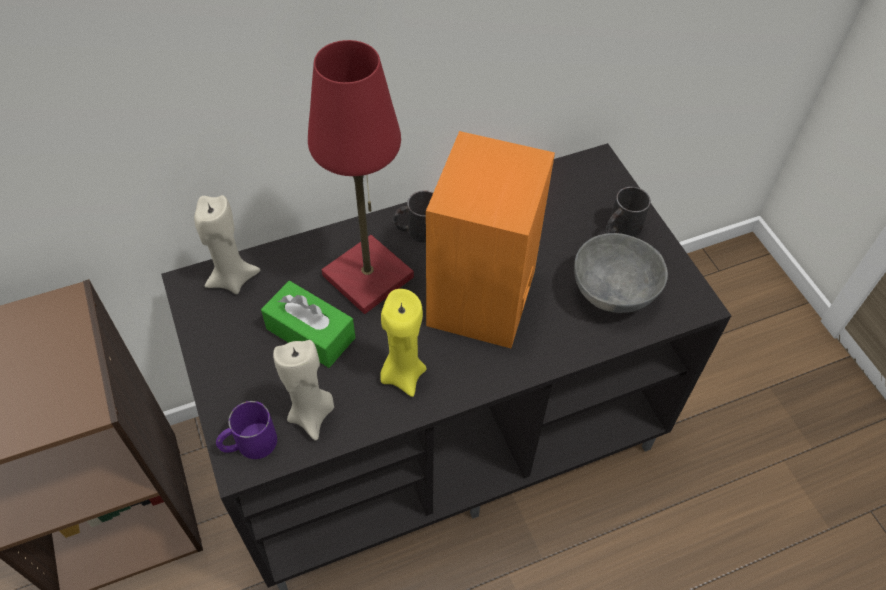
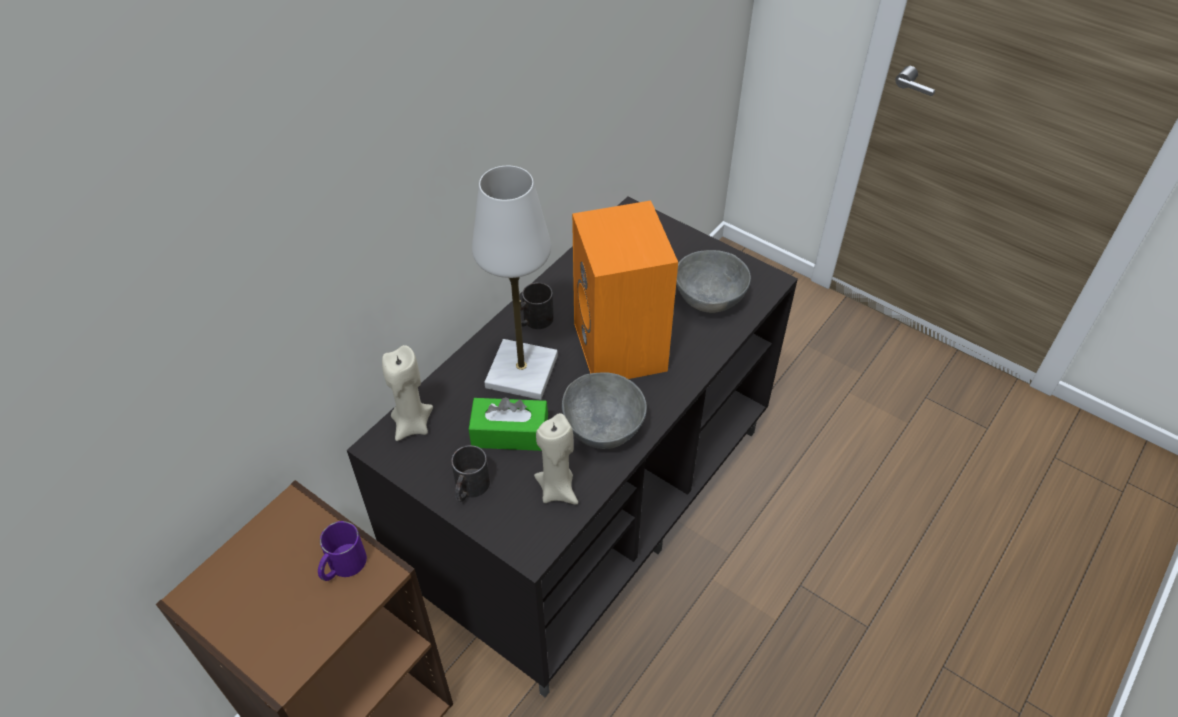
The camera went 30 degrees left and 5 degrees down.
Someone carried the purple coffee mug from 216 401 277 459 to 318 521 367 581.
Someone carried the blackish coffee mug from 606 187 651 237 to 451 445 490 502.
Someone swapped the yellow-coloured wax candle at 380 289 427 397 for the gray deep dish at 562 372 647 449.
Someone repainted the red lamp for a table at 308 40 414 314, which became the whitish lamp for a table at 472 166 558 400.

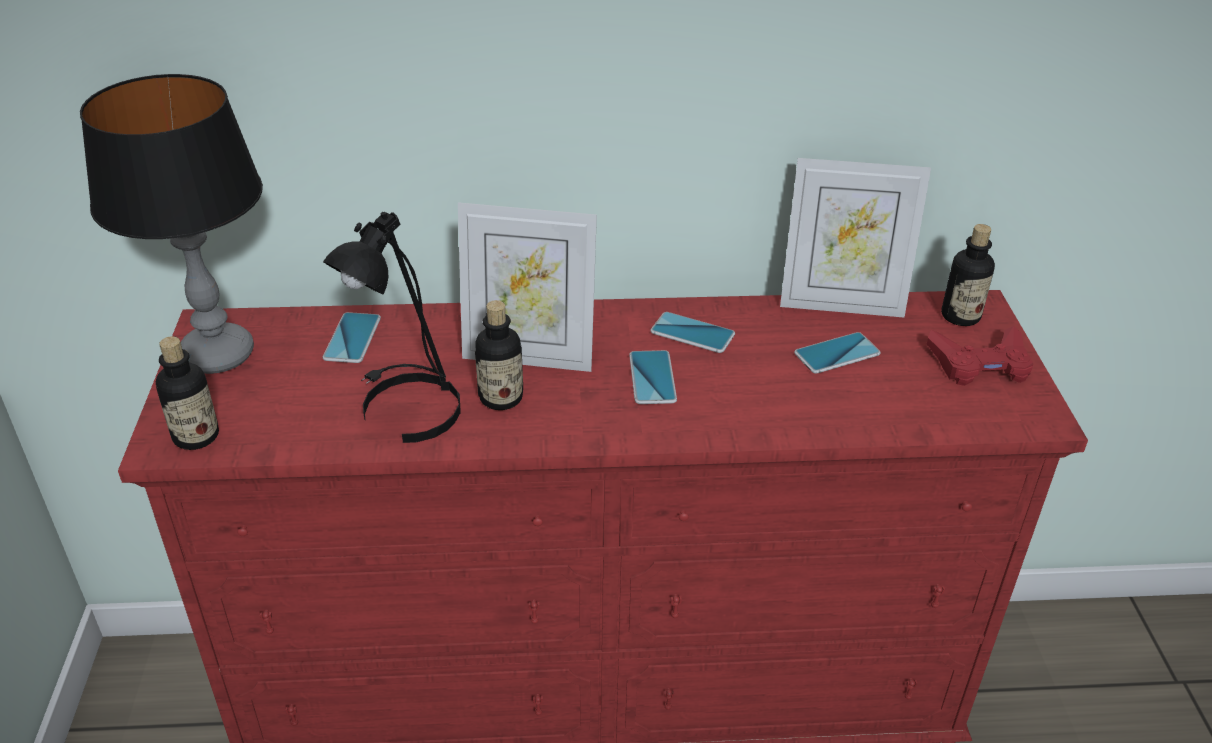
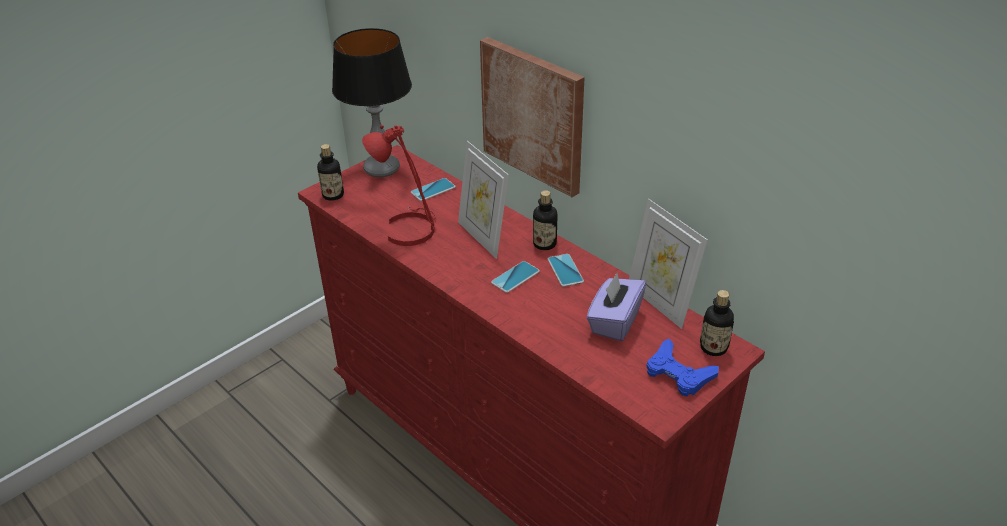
The camera went 50 degrees right and 0 degrees up.
Someone put up the wall picture at 480 37 585 197.
Someone carried the drink bottle from 475 300 523 410 to 533 190 557 250.
Someone swapped the telephone at 794 332 881 374 for the purple tissue holder at 587 273 646 341.
Someone repainted the blackish lamp for a table at 323 212 461 443, which became the red lamp for a table at 362 125 436 246.
Someone repainted the red game controller at 927 326 1033 386, which became the blue game controller at 647 339 719 396.

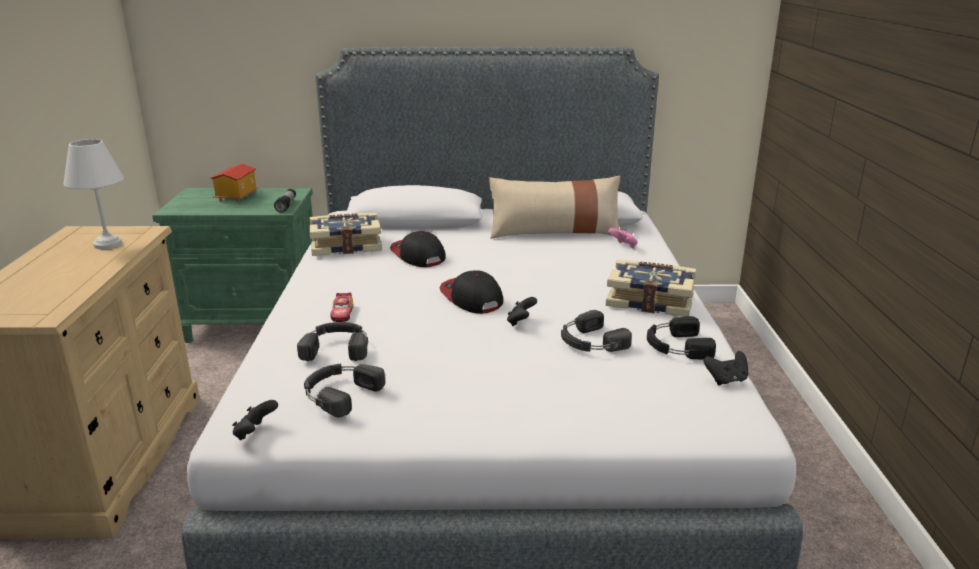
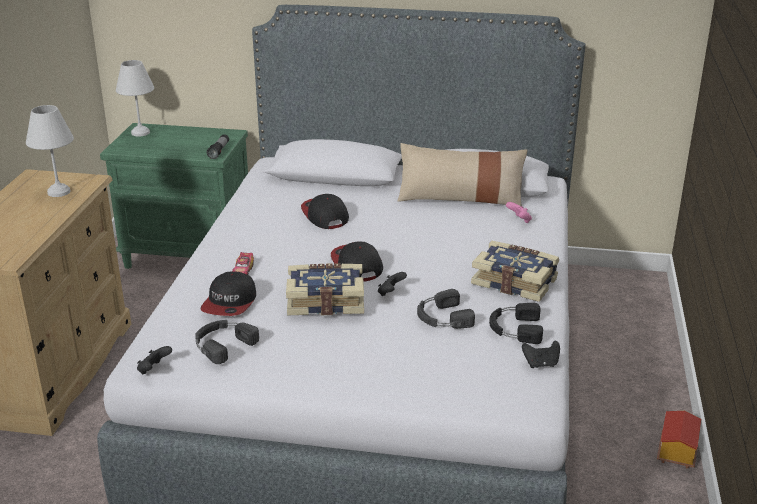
The camera went 10 degrees right and 5 degrees up.
Someone put down the whitish lamp for a table at 116 60 154 137.
Someone carried the model house from 211 163 259 203 to 657 411 701 469.
Someone carried the volume from 310 213 382 256 to 286 264 364 315.
Someone swapped the blackish headset at 297 322 368 361 for the cap at 200 272 256 316.

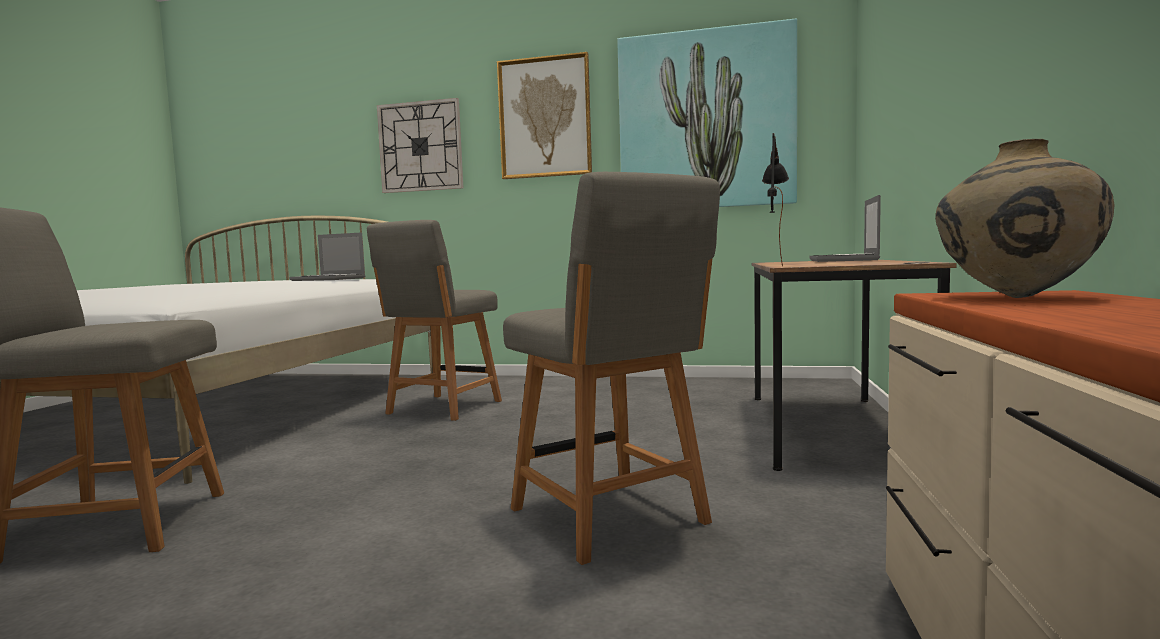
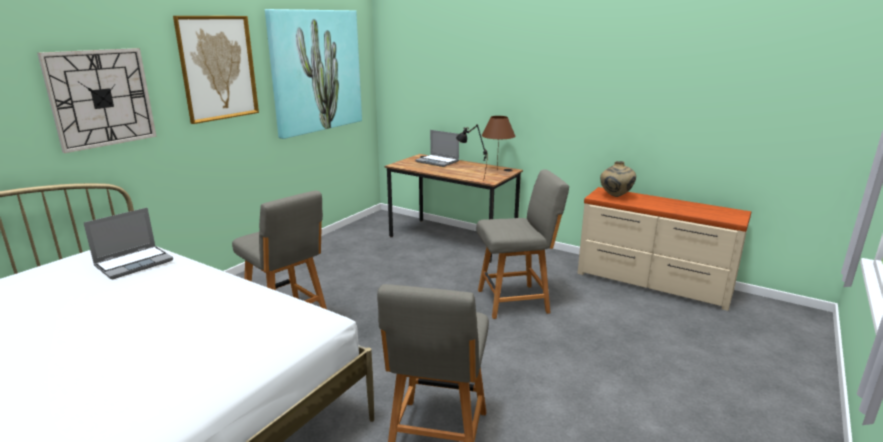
The camera went 70 degrees left and 15 degrees up.
Someone put down the brown lamp for a table at 482 116 516 170.

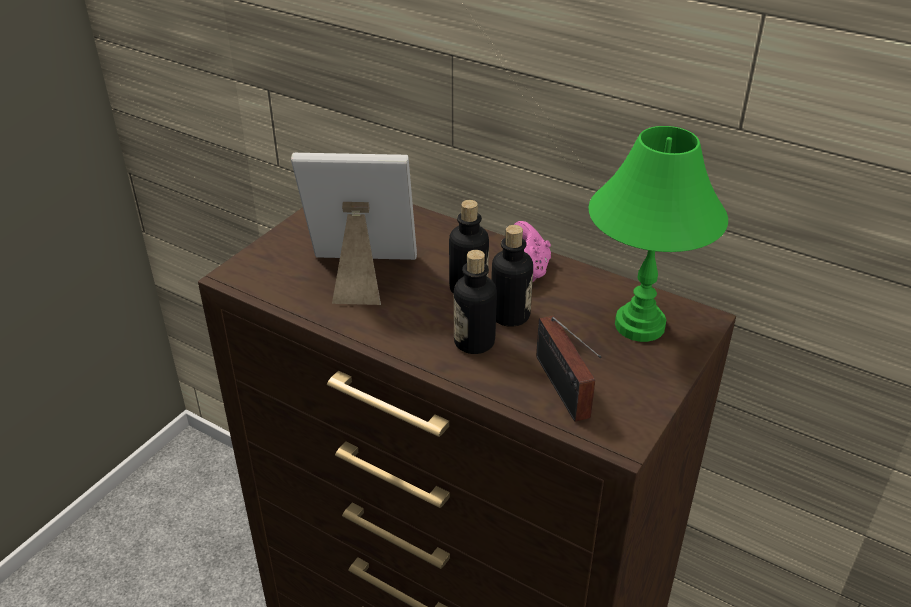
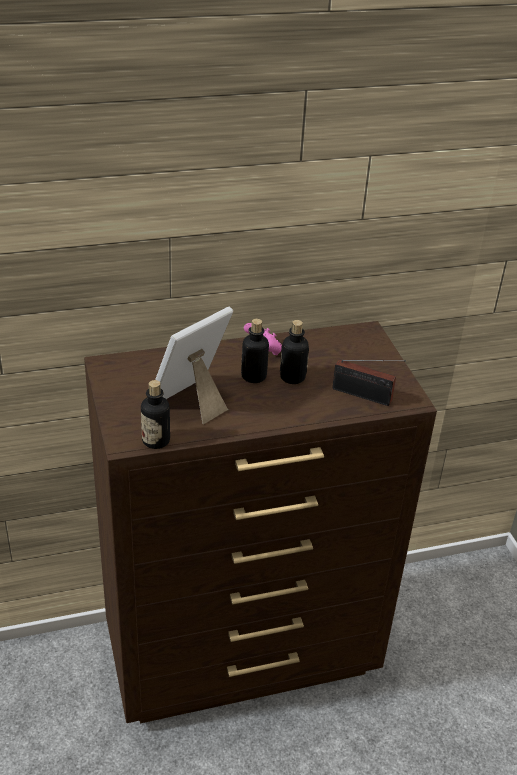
The camera went 50 degrees left and 0 degrees up.
Someone took away the greenish lamp for a table at 588 126 728 342.
Someone carried the drink bottle from 454 250 497 354 to 141 380 170 449.

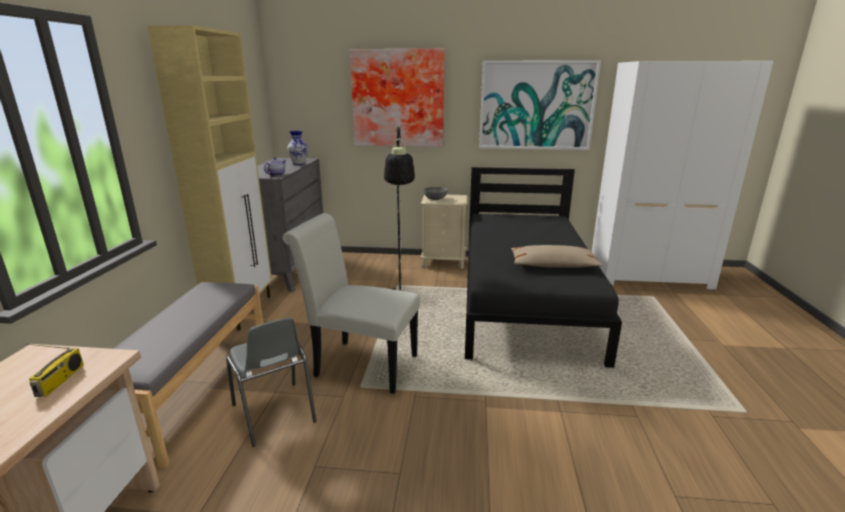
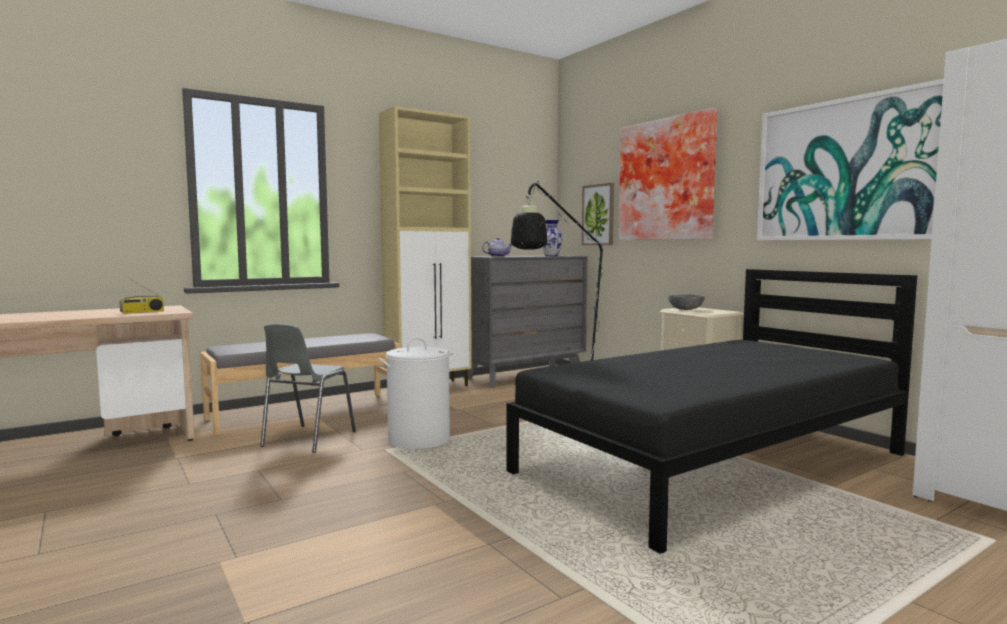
The camera went 50 degrees right and 15 degrees down.
Someone took away the beige throw pillow at 511 245 604 267.
Someone put up the wall picture at 582 183 614 245.
Someone swapped the whitish upright chair at 282 213 420 394 for the whitish laundry basket at 379 337 455 449.

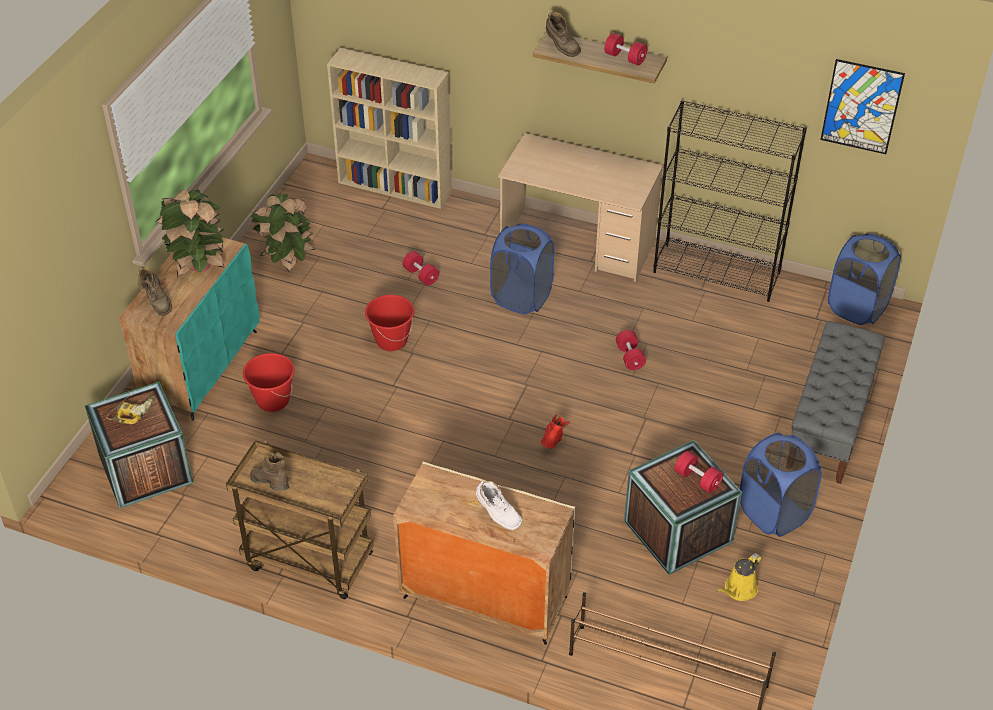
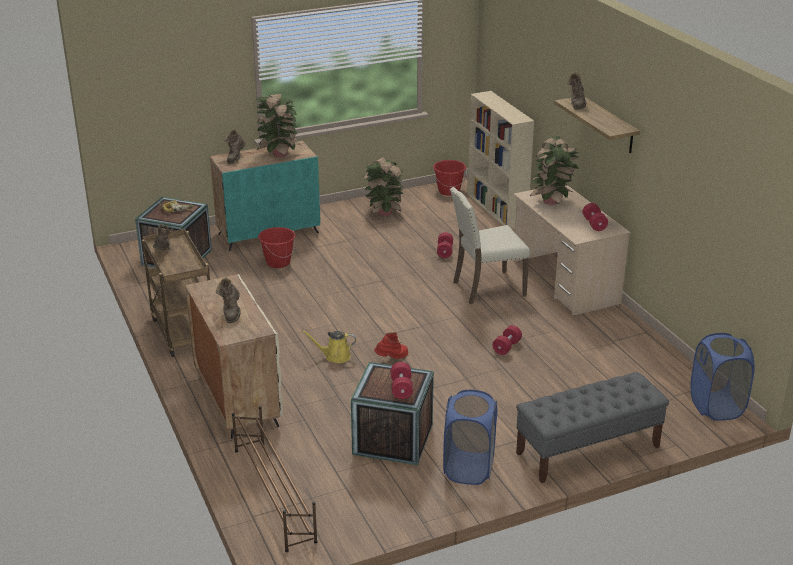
The camera went 45 degrees right and 15 degrees down.
Someone took away the blackish shelving unit at 653 100 807 302.
Someone took away the wall picture at 820 59 905 154.
Someone put down the potted plant at 530 136 579 205.
Someone carried the red bucket from 365 295 414 351 to 433 160 467 196.
Someone carried the red hand weight from 604 33 647 65 to 583 203 608 231.
Someone carried the yellow-coloured sprinkling can from 716 553 761 601 to 302 330 356 363.
Someone swapped the blue laundry basket at 490 224 554 314 for the beige upright chair at 450 187 530 304.
Someone repainted the whitish tall boot at 476 481 522 530, which became the brown tall boot at 216 277 241 323.

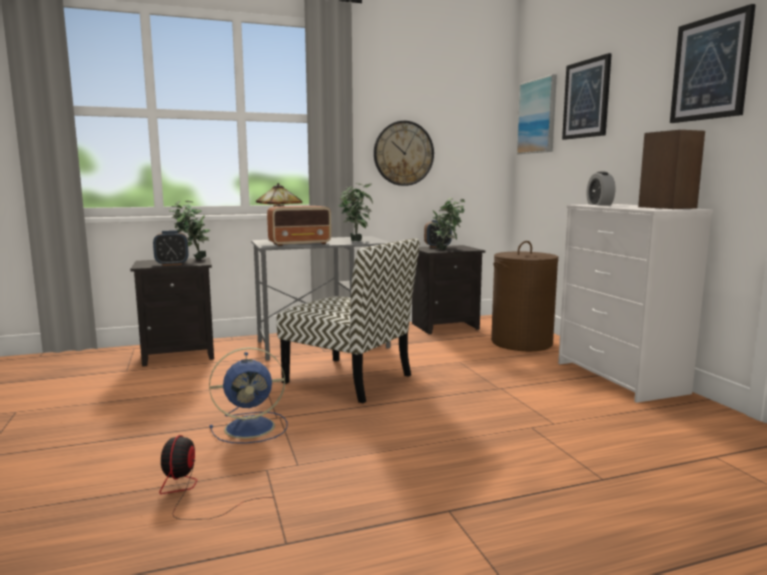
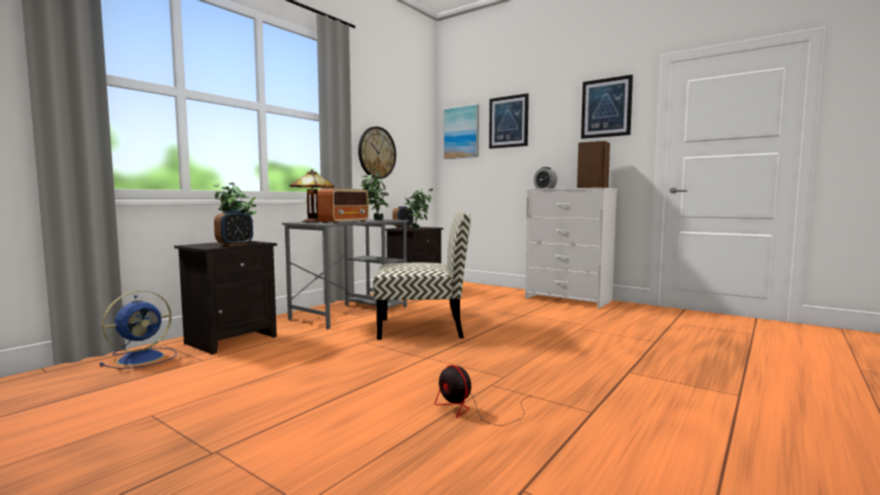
The camera went 35 degrees left and 5 degrees down.
Someone took away the brown laundry basket at 491 241 559 351.
Someone carried the blue electric fan from 209 347 287 444 to 100 291 177 369.

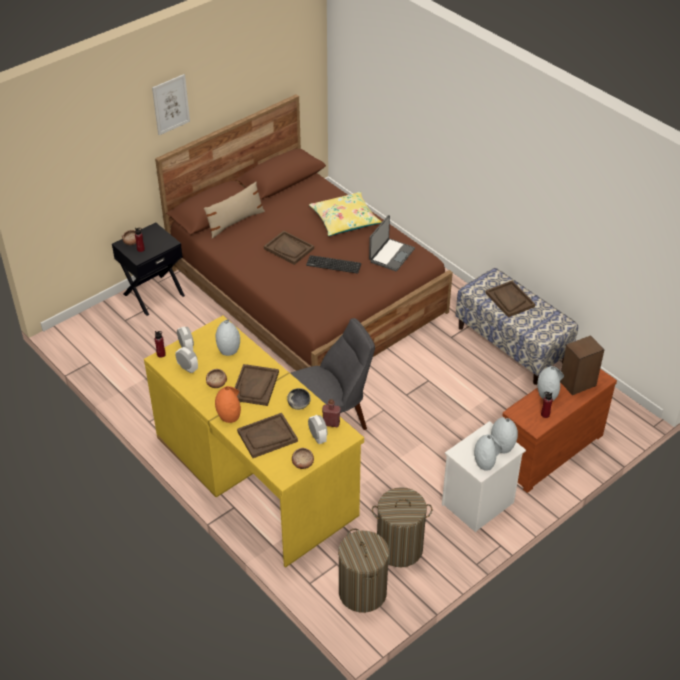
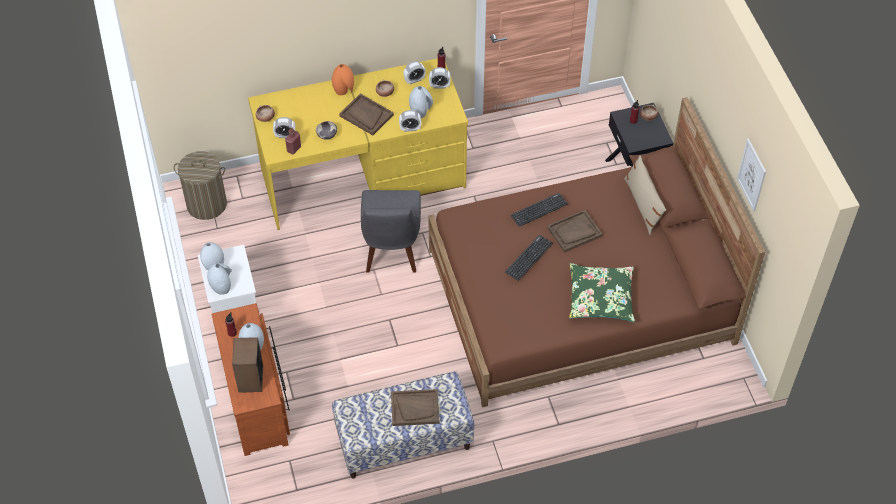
The camera went 115 degrees right and 10 degrees up.
Someone took away the brown serving tray at 237 413 298 458.
Someone took away the laptop at 369 215 415 271.
Someone took away the laundry basket at 372 487 432 567.
Someone put down the bedside clock at 399 110 421 132.
Someone put down the PC keyboard at 511 193 568 227.
Someone carried the wall picture from 152 74 190 135 to 737 138 766 212.
Someone repainted the yellow-coloured throw pillow at 309 192 382 236, which became the greenish throw pillow at 569 263 635 322.

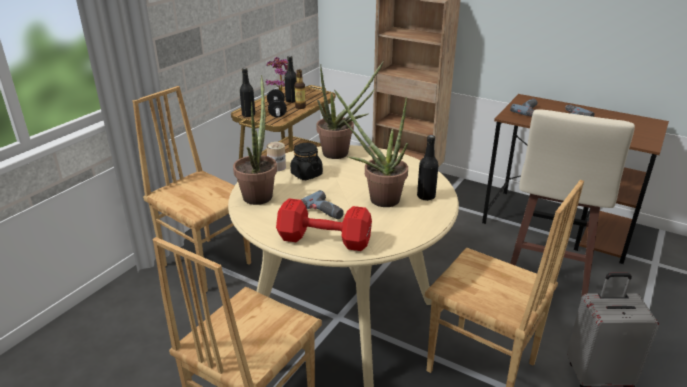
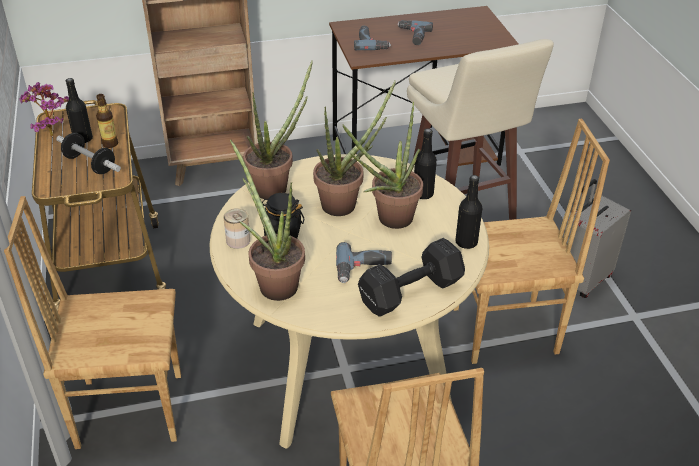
The camera went 45 degrees left and 10 degrees up.
Someone put down the potted plant at 313 80 396 216.
Someone carried the blackish drink bottle from 240 68 255 117 to 455 175 483 249.
Someone repainted the red hand weight at 276 198 372 251, which became the blackish hand weight at 358 238 465 317.

